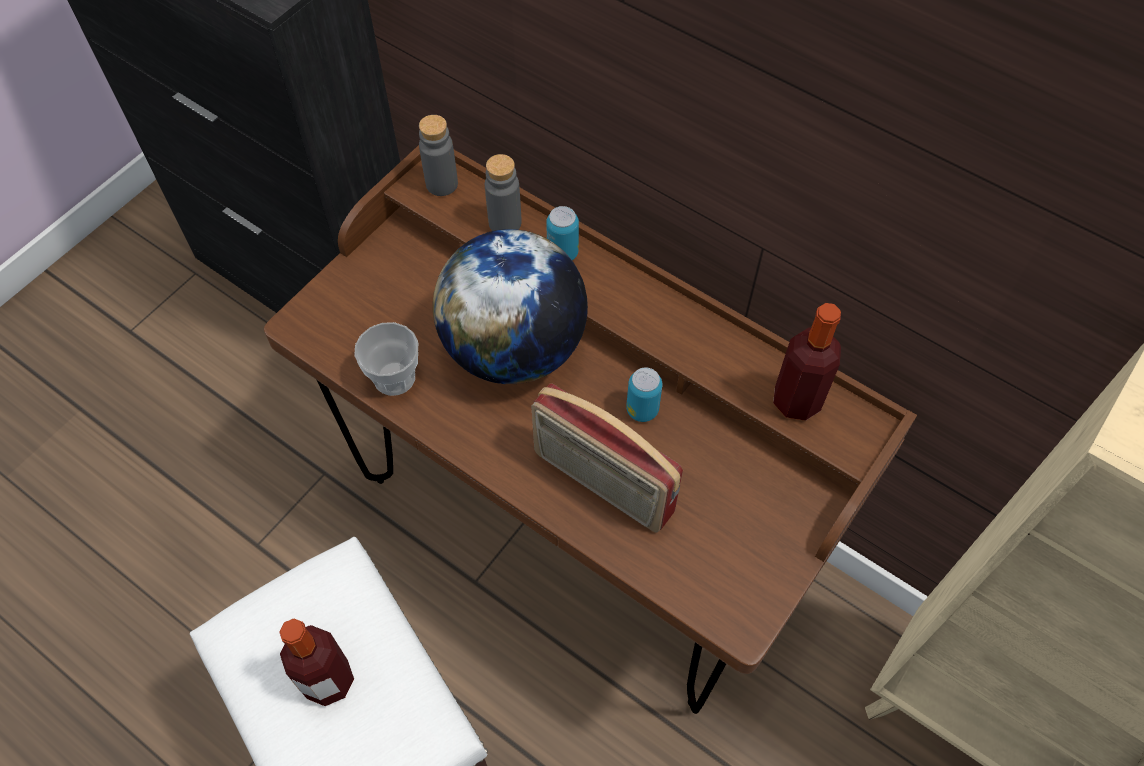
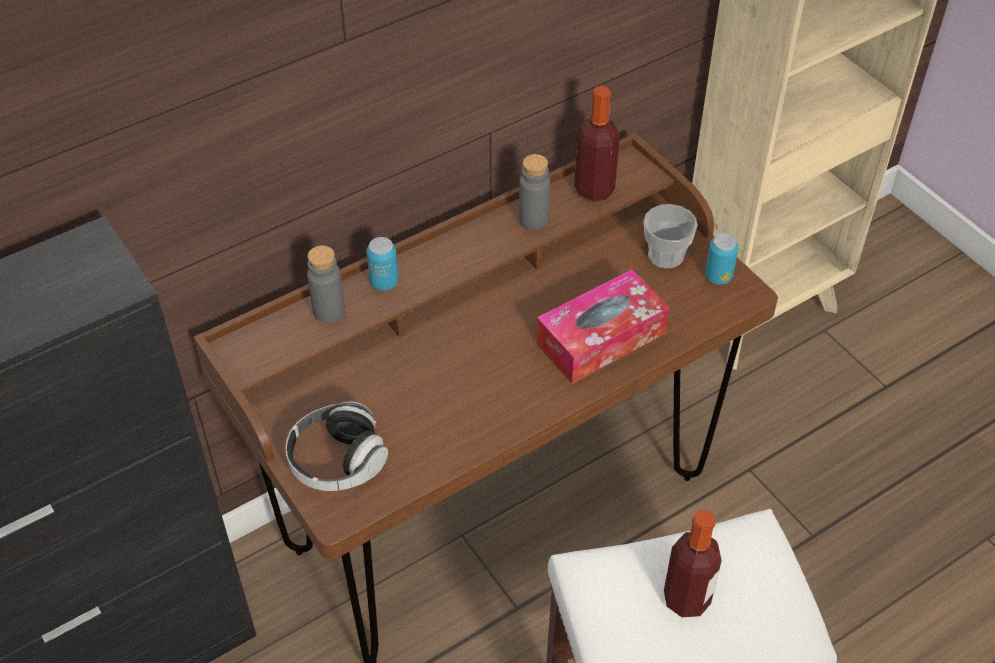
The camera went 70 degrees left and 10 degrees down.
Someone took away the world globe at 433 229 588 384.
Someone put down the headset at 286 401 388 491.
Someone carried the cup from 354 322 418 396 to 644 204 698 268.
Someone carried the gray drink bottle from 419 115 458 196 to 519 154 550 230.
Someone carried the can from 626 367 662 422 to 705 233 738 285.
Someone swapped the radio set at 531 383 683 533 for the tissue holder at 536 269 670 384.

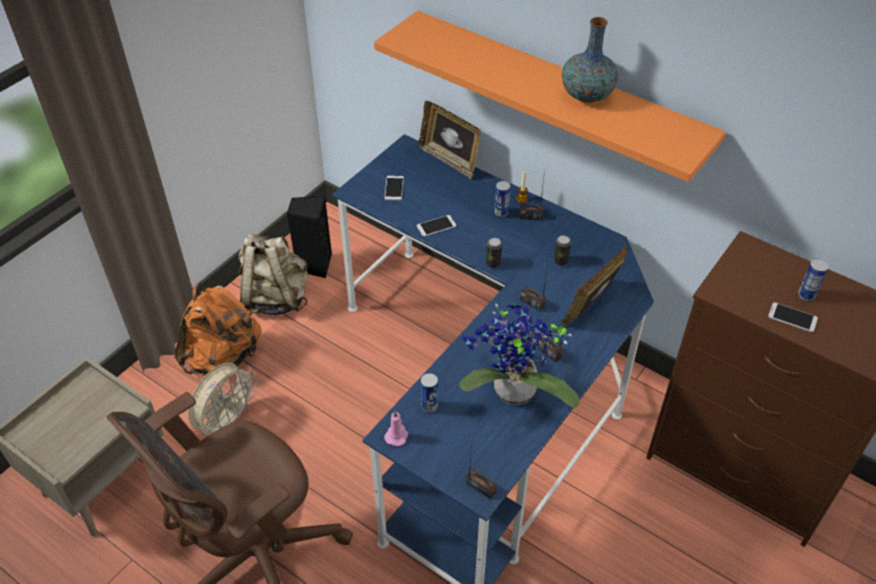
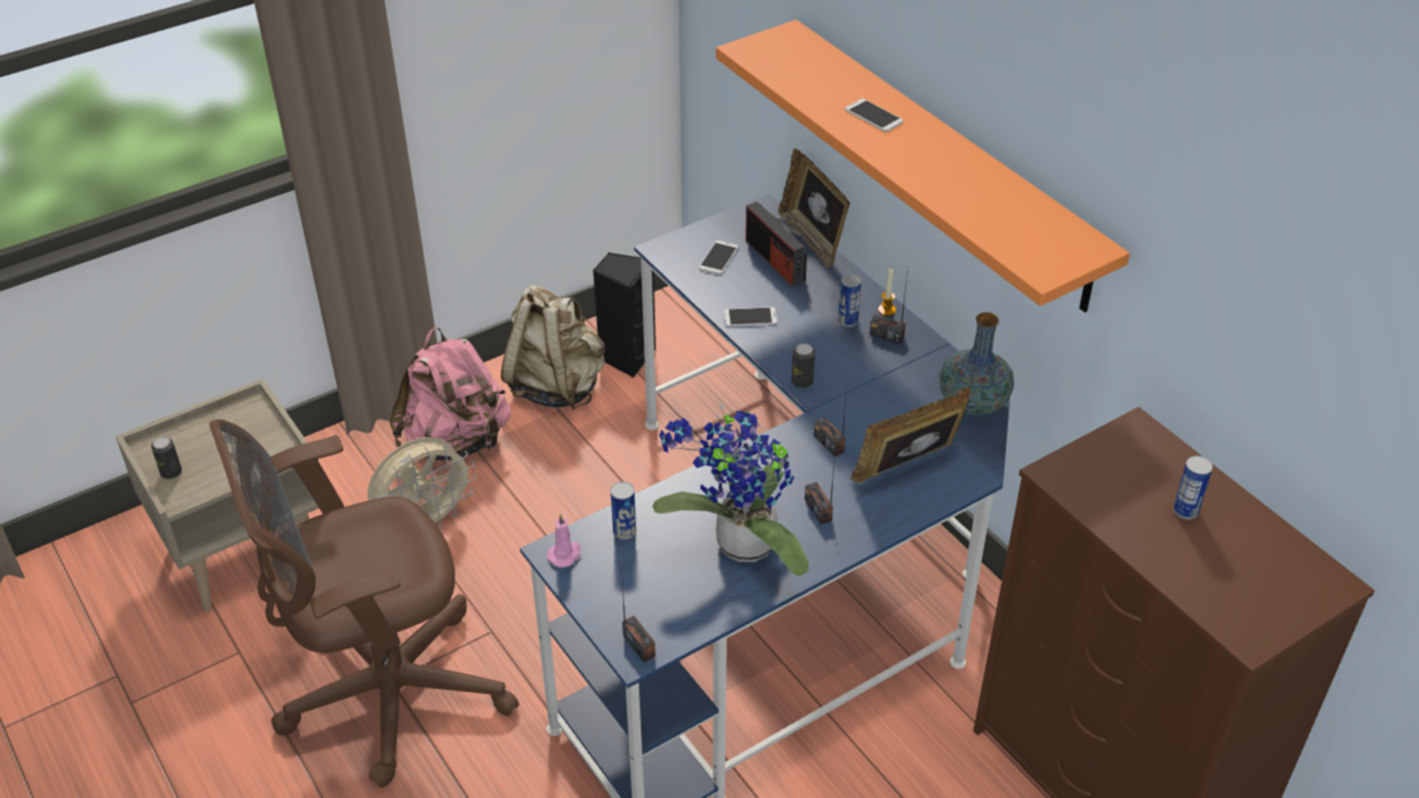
The camera went 20 degrees right and 5 degrees down.
Someone put down the radio set at 746 202 807 286.
Someone carried the can from 553 235 572 266 to 151 437 182 479.
Someone carried the decorative vase from 562 17 618 103 to 939 312 1014 416.
Someone carried the telephone from 768 302 818 332 to 845 99 904 132.
Someone repainted the orangey knapsack at 175 283 262 374, which became the pink knapsack at 389 327 511 460.

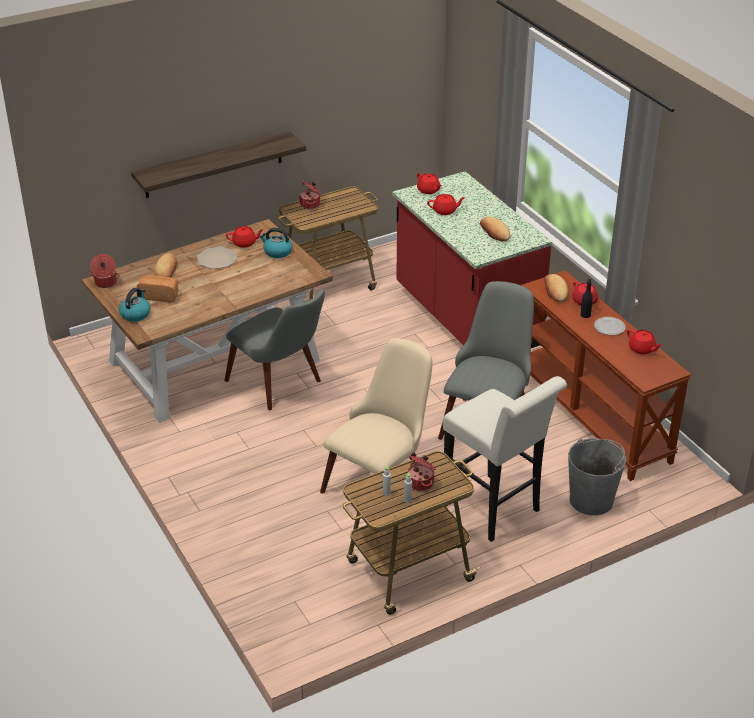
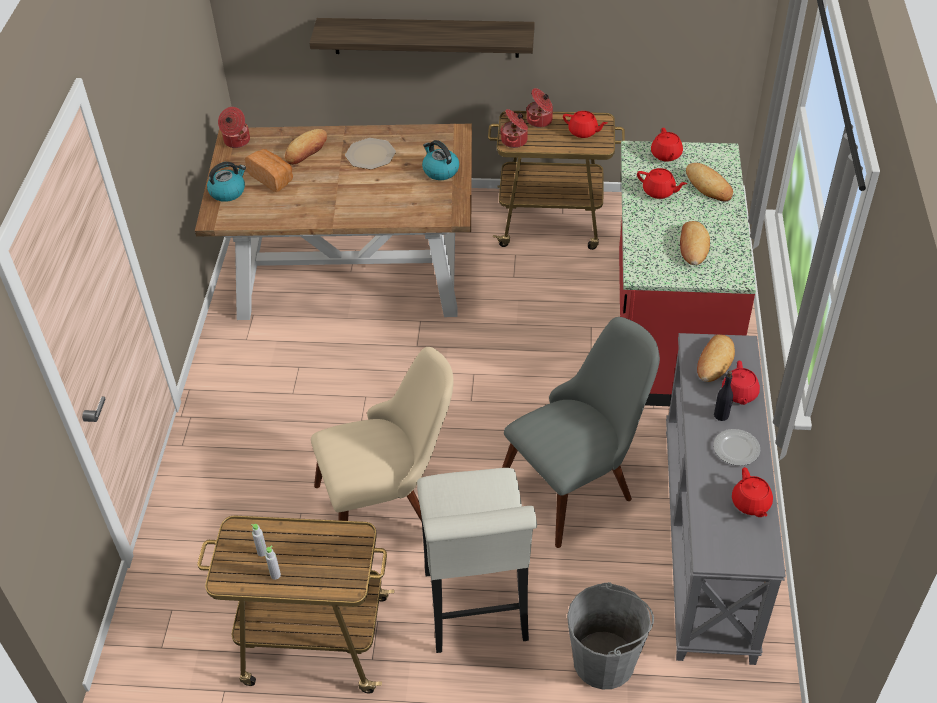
The camera went 35 degrees right and 10 degrees up.
Someone took away the gray upright chair at 224 289 325 410.
Someone put down the baked bread at 686 163 733 202.
Someone carried the red pot for tea from 226 226 264 248 to 563 111 607 138.
Someone carried the stockpot from 408 455 436 491 to 500 109 528 148.
Someone repainted the brown hall table at 521 270 691 481, which became the gray hall table at 666 333 786 665.

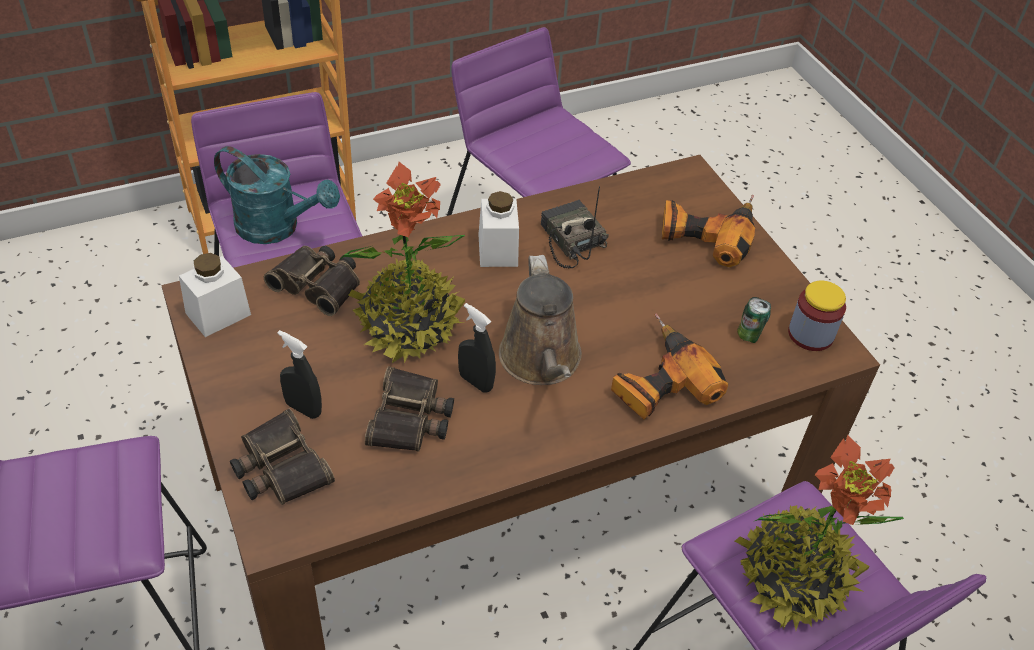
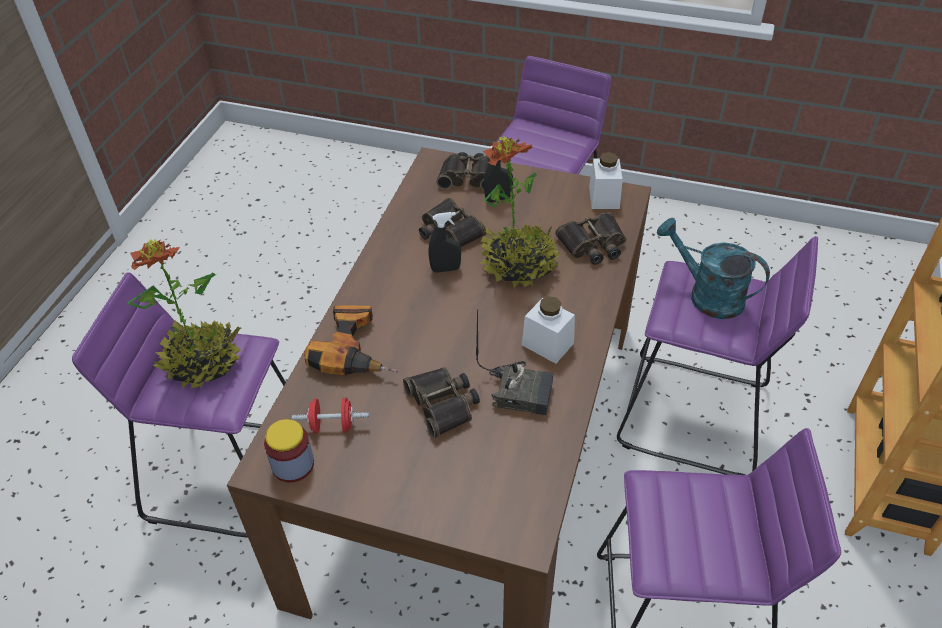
The camera went 135 degrees right and 0 degrees up.
Someone took away the brown sprinkling can at 499 255 582 385.
Someone took away the electric drill at 662 195 755 267.
Someone put down the field glasses at 403 368 480 438.
Someone swapped the can at 737 297 771 343 for the red hand weight at 292 398 369 434.
Someone rotated the turquoise-coloured sprinkling can at 214 146 340 244 by 60 degrees clockwise.

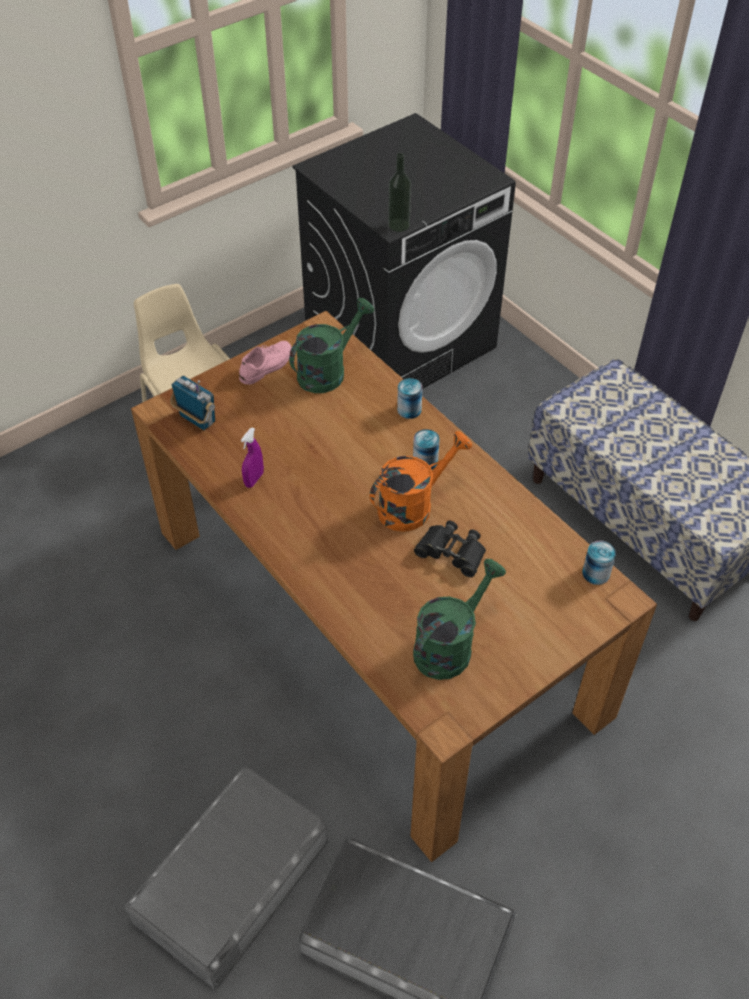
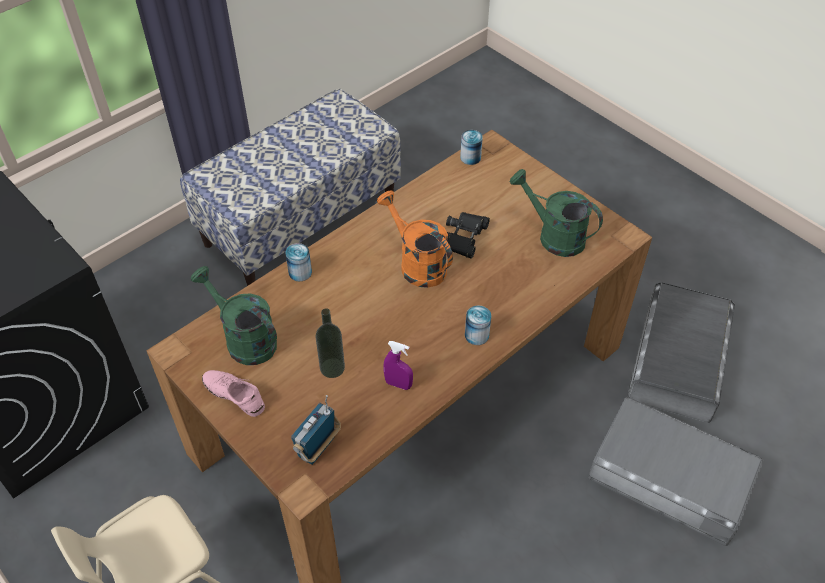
The camera went 95 degrees left and 0 degrees up.
Someone carried the drink bottle from 388 153 411 232 to 316 308 345 378.
Someone carried the can from 413 429 440 470 to 465 305 491 345.

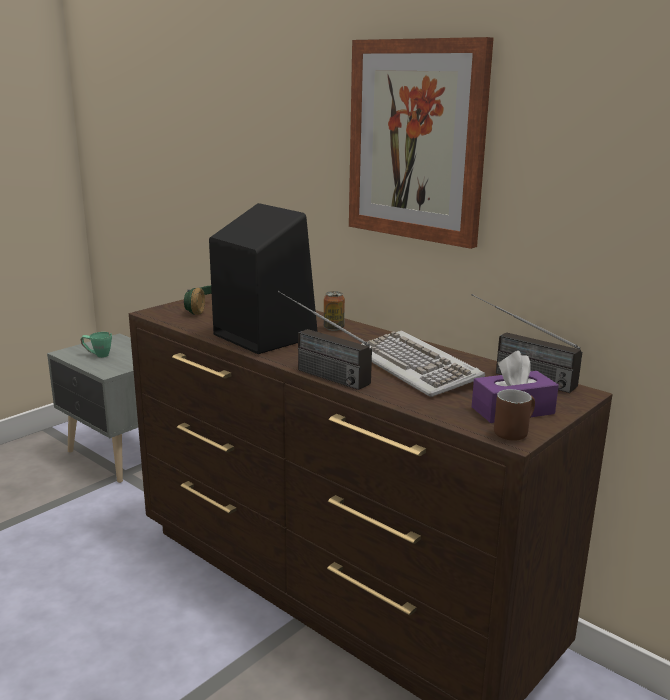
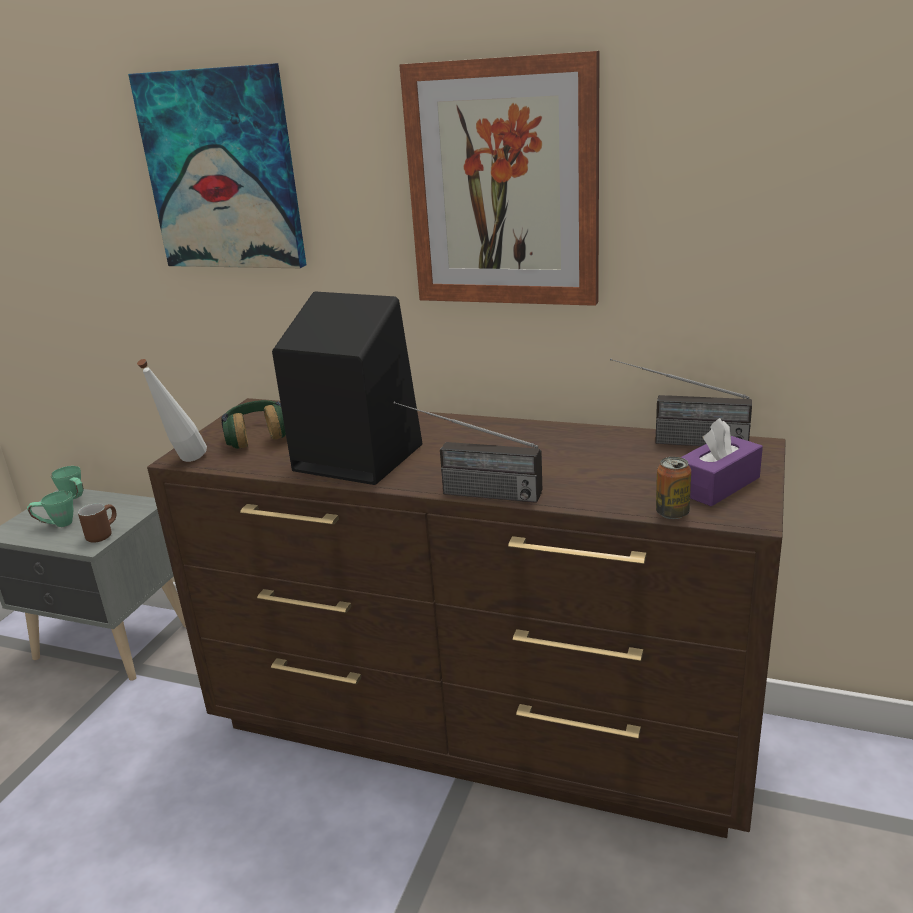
The camera went 20 degrees left and 5 degrees up.
Someone took away the PC keyboard at 362 331 485 397.
Someone put down the greenish coffee mug at 51 466 84 499.
Someone put up the wall picture at 128 63 306 268.
Someone put down the whitish drink bottle at 137 359 207 462.
Someone carried the can from 324 291 345 331 to 656 457 691 519.
Someone carried the brown coffee mug from 494 389 535 441 to 78 503 116 543.

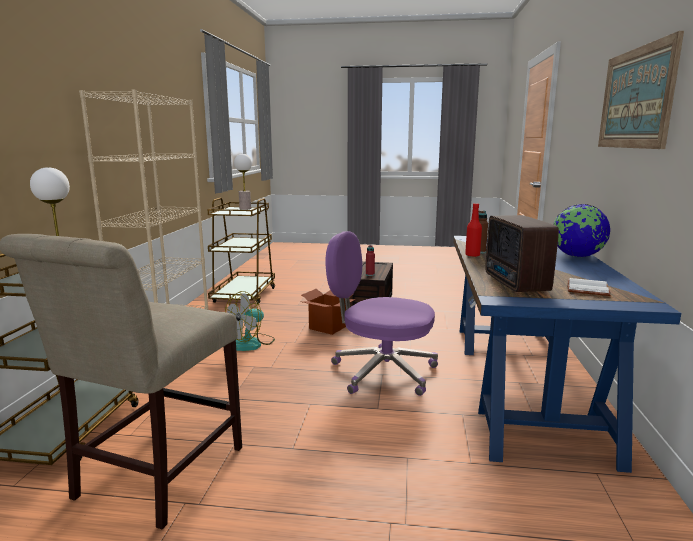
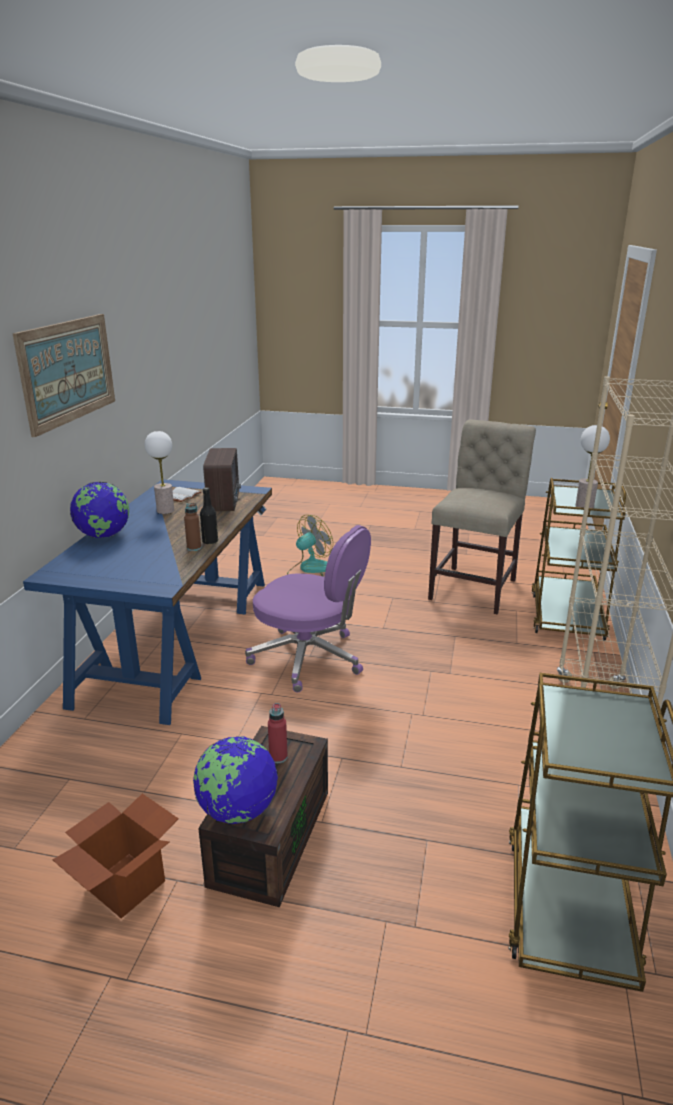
The camera went 175 degrees left and 10 degrees up.
Someone put down the world globe at 193 736 278 824.
Someone carried the electric fan from 225 291 275 351 to 287 515 333 577.
Someone carried the lamp for a table from 234 154 252 210 to 145 431 174 514.
Someone carried the carton from 302 289 356 335 to 52 794 179 919.
Someone repainted the red drink bottle at 465 203 482 257, which became the blackish drink bottle at 200 487 218 544.

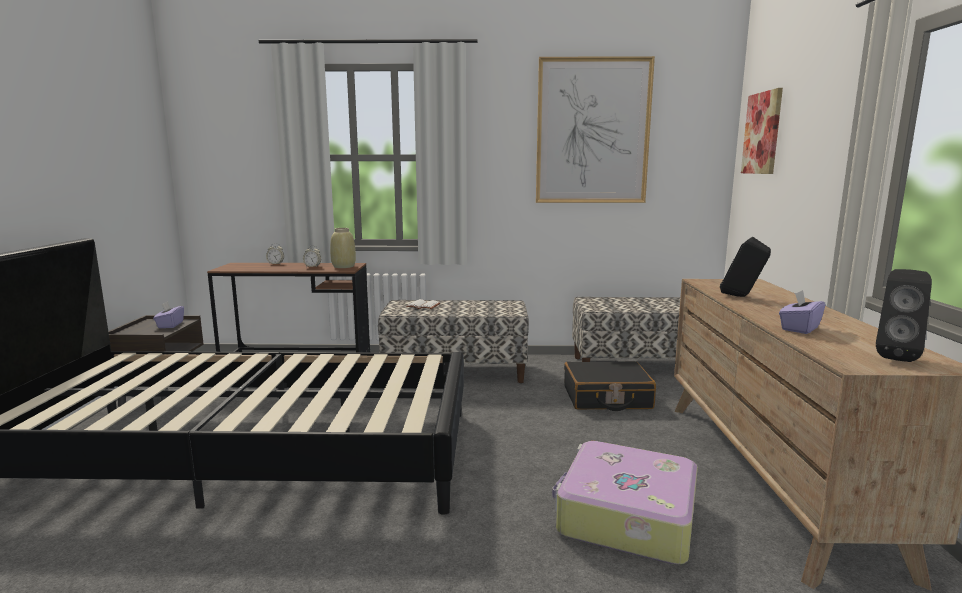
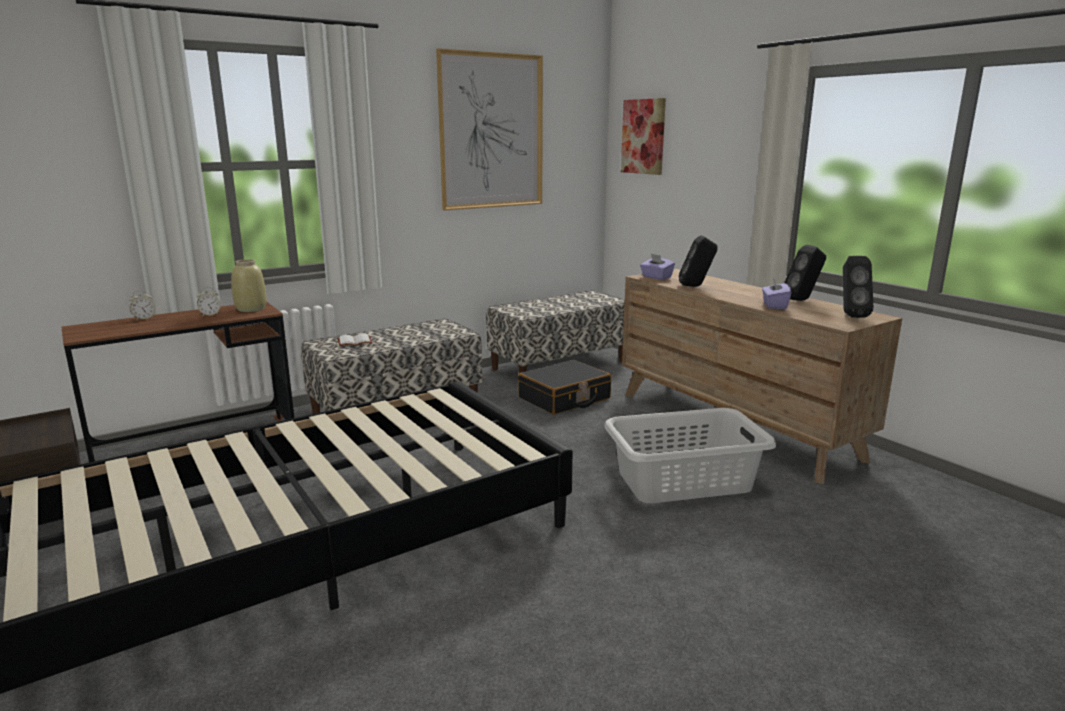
The camera went 35 degrees left and 5 degrees up.
Someone put down the blackish audio speaker at 784 245 826 301.
Someone carried the purple tissue holder from 153 301 184 328 to 640 254 675 280.
Someone swapped the piece of luggage at 552 441 698 564 for the gray laundry basket at 604 408 776 503.

